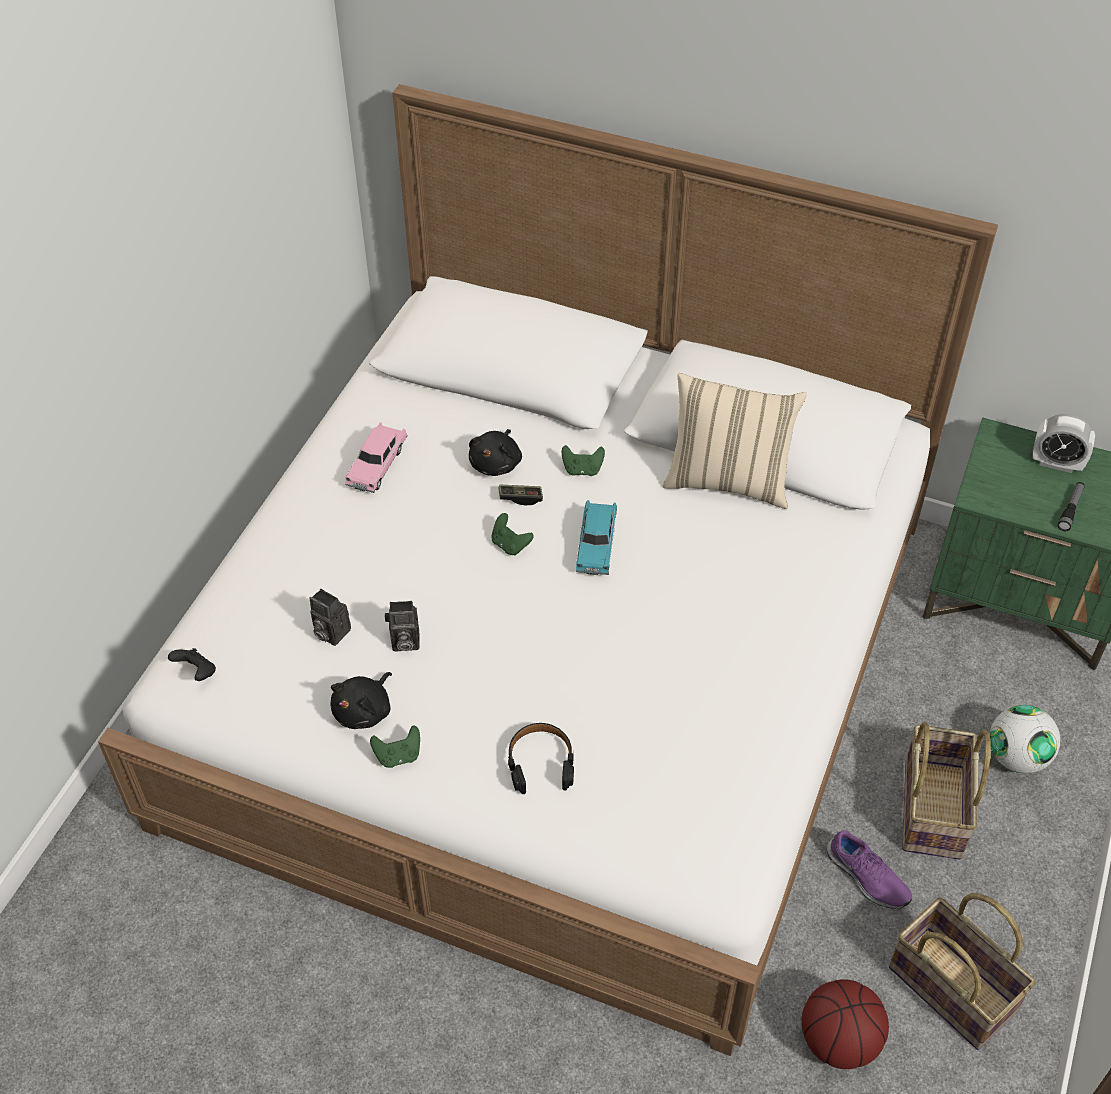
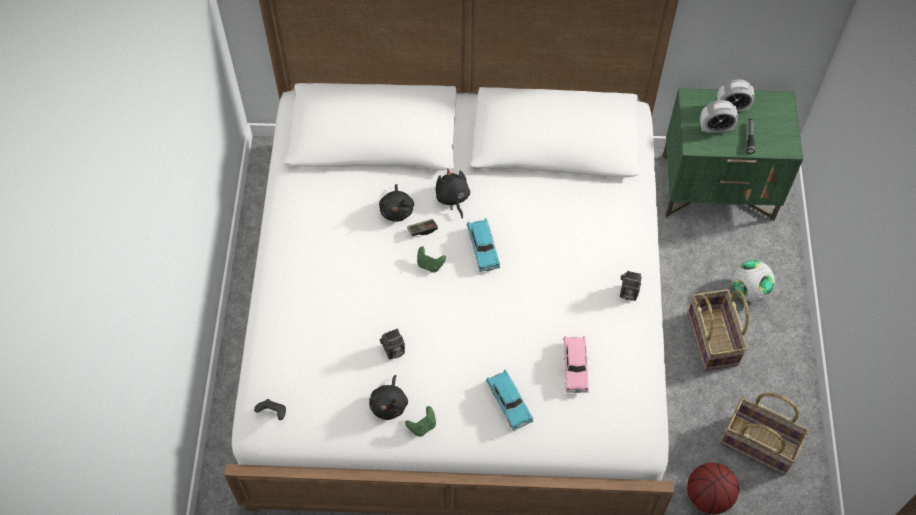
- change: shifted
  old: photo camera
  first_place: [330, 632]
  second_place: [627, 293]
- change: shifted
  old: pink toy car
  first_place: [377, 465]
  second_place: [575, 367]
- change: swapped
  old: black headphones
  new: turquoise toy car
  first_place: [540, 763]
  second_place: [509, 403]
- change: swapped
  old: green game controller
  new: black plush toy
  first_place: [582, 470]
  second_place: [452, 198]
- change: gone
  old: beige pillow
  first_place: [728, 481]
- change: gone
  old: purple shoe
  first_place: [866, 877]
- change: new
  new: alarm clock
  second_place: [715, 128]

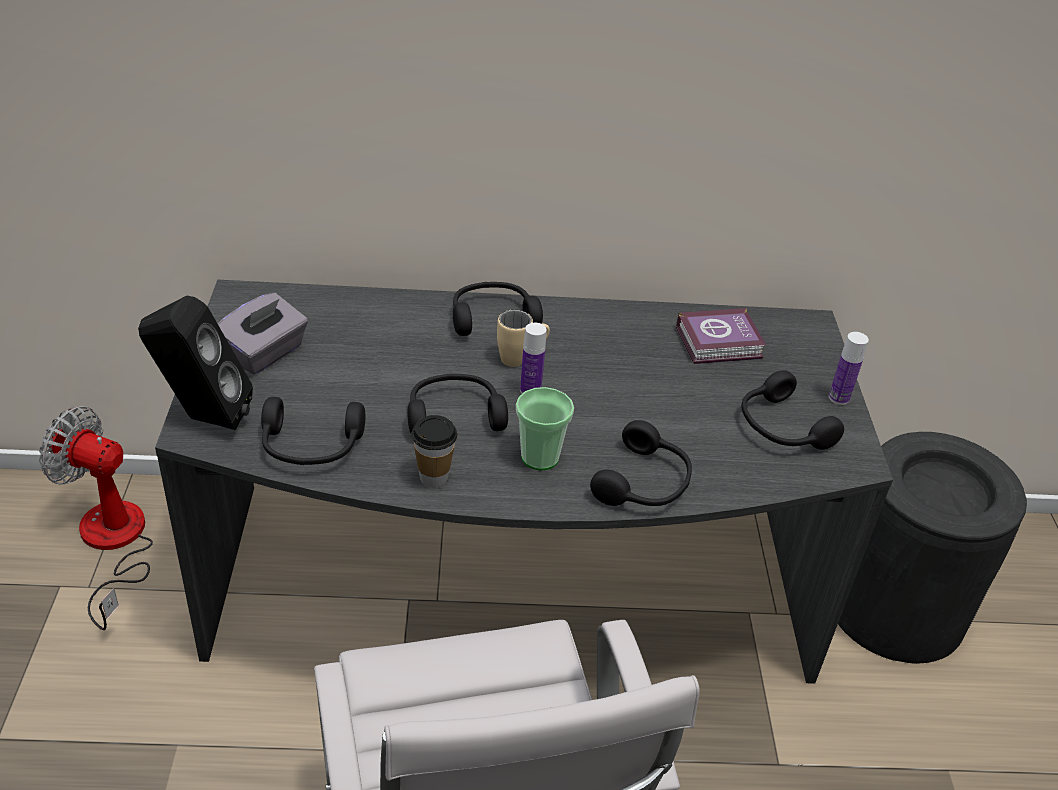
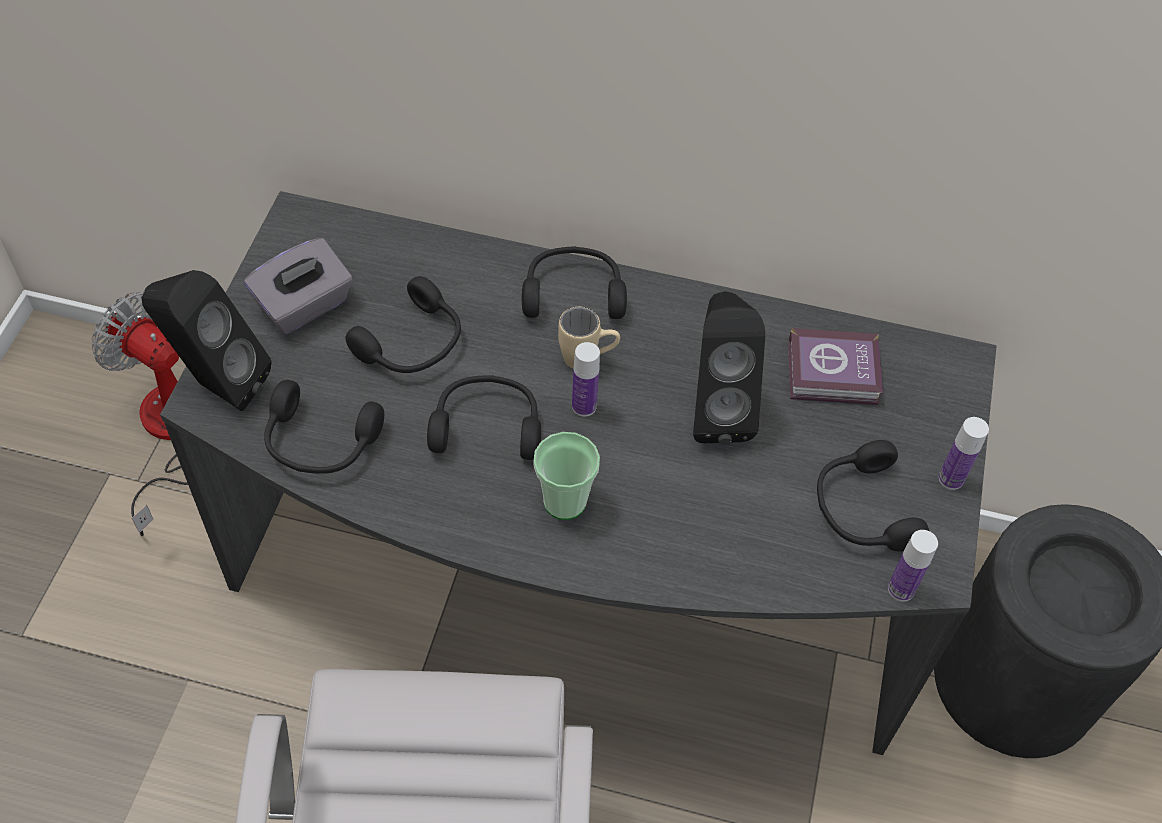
- change: gone
  old: cup
  first_place: [433, 477]
- change: shifted
  old: black headphones
  first_place: [645, 483]
  second_place: [413, 344]
- change: new
  new: black speaker
  second_place: [716, 410]
- change: new
  new: bottle
  second_place: [901, 589]

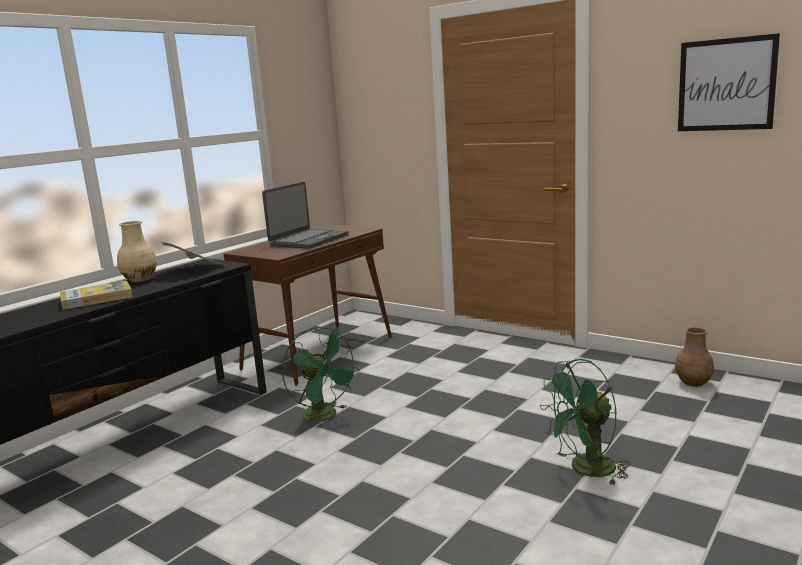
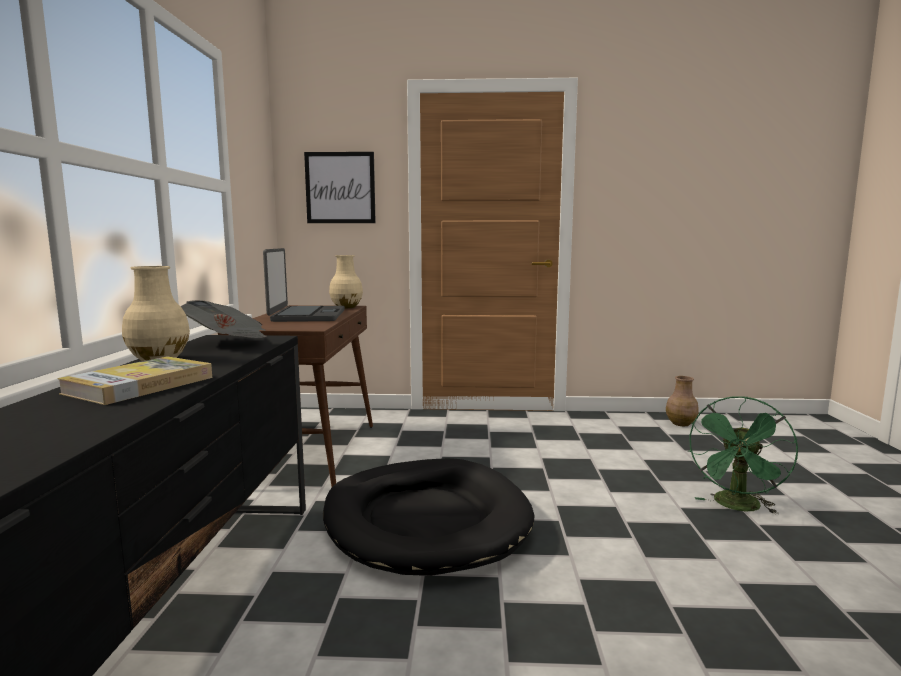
- change: swapped
  old: green fan
  new: black dog bed
  first_place: [325, 417]
  second_place: [425, 520]
- change: shifted
  old: picture
  first_place: [726, 84]
  second_place: [340, 188]
- change: new
  new: beige vase
  second_place: [346, 307]

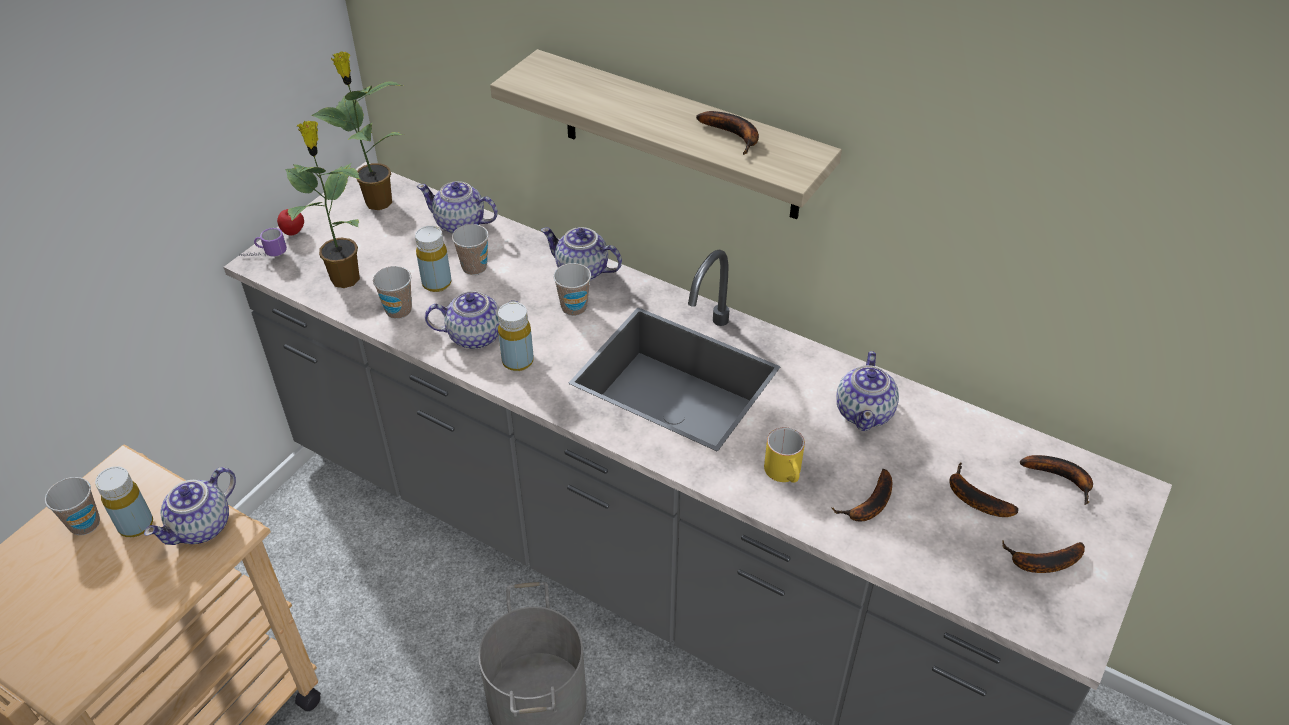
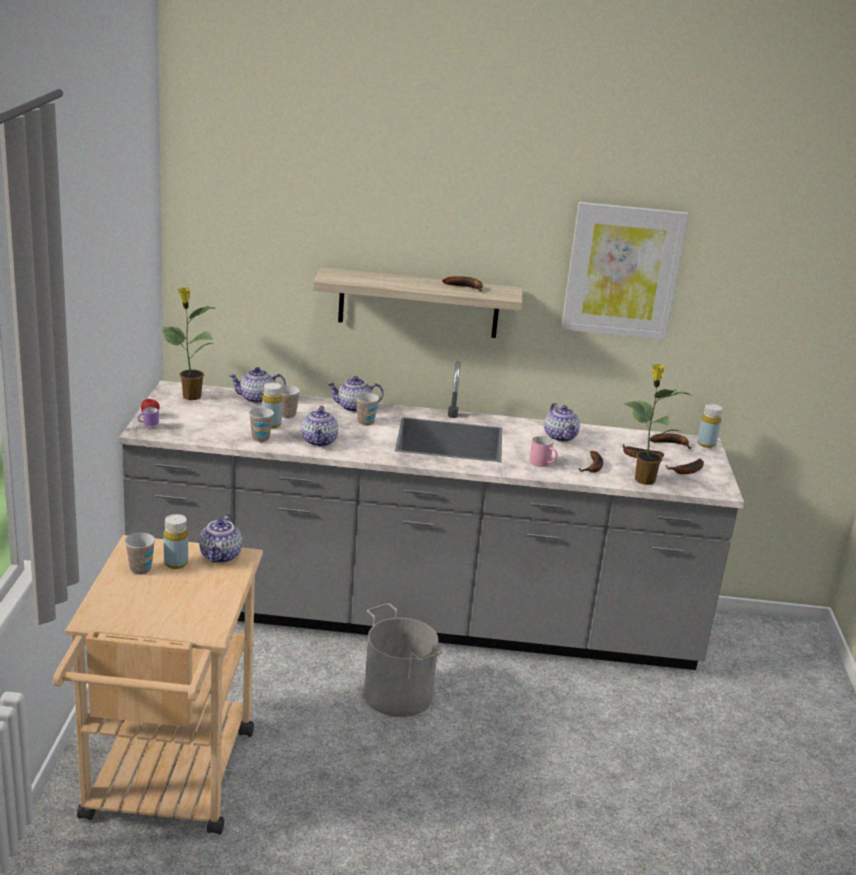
- change: shifted
  old: potted plant
  first_place: [344, 277]
  second_place: [643, 479]
- change: rotated
  old: teapot
  first_place: [475, 335]
  second_place: [319, 441]
  degrees: 120
- change: shifted
  old: yellow bottle
  first_place: [518, 361]
  second_place: [706, 444]
- change: repainted
  old: yellow mug
  new: pink mug
  first_place: [786, 473]
  second_place: [543, 463]
- change: new
  new: picture
  second_place: [622, 271]

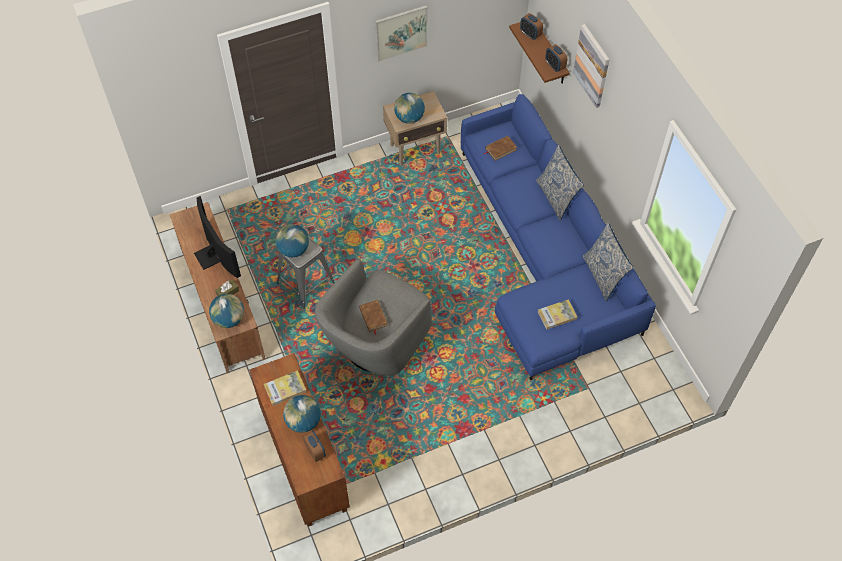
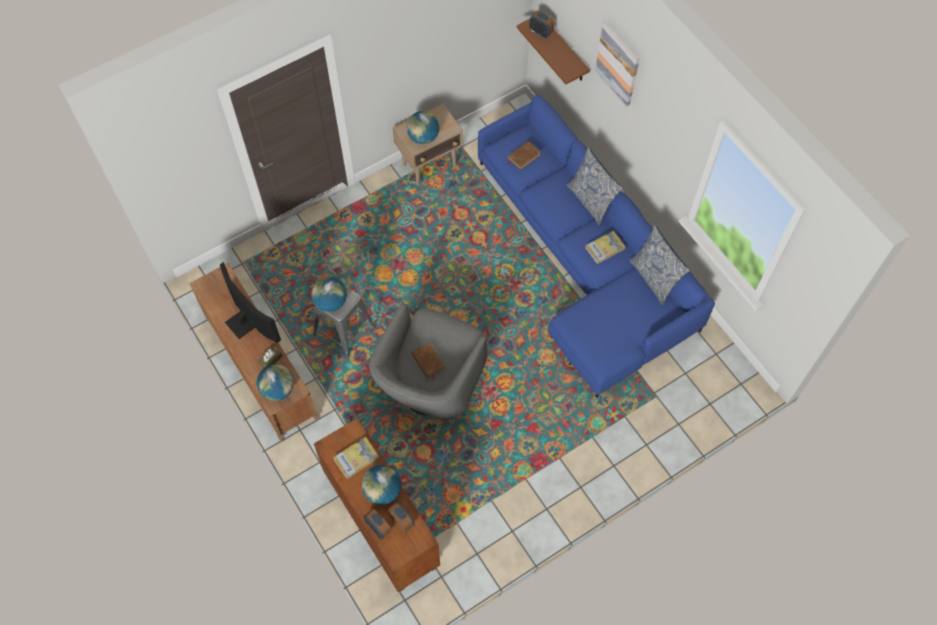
- change: gone
  old: picture
  first_place: [401, 32]
- change: shifted
  old: book
  first_place: [557, 315]
  second_place: [605, 248]
- change: shifted
  old: alarm clock
  first_place: [555, 66]
  second_place: [378, 528]

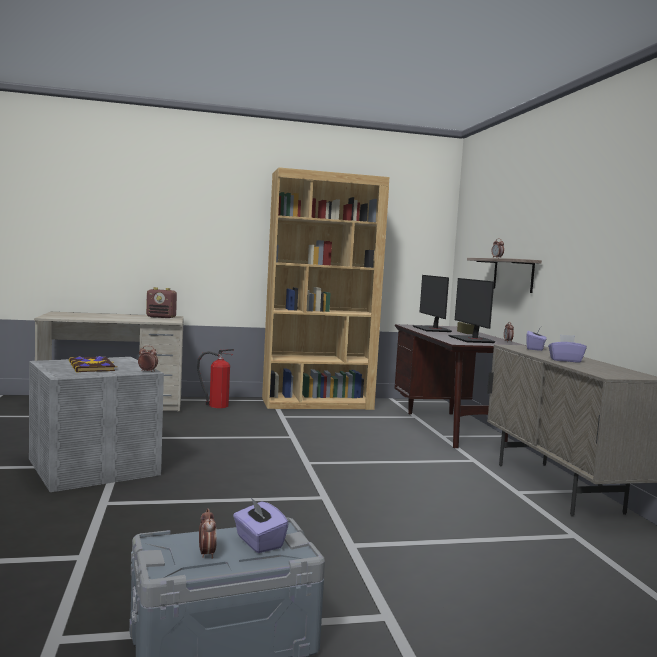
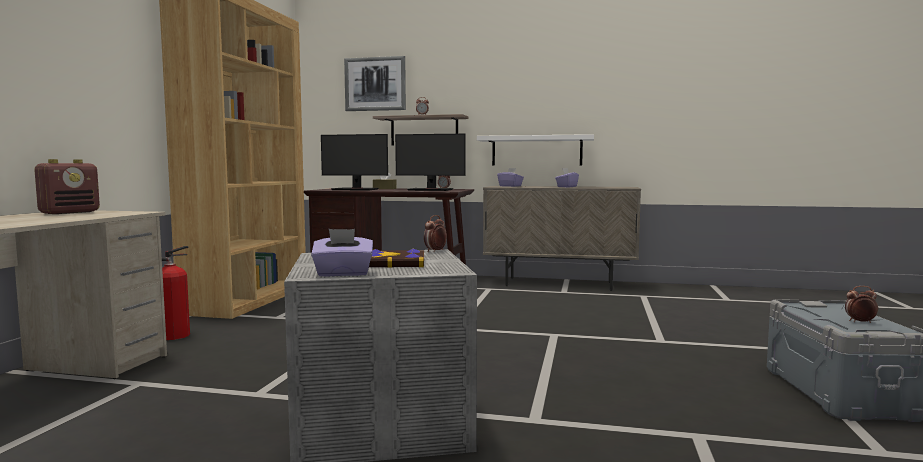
- change: shifted
  old: purple tissue box
  first_place: [258, 542]
  second_place: [343, 273]
- change: new
  new: picture
  second_place: [375, 84]
- change: new
  new: white shelf
  second_place: [536, 151]

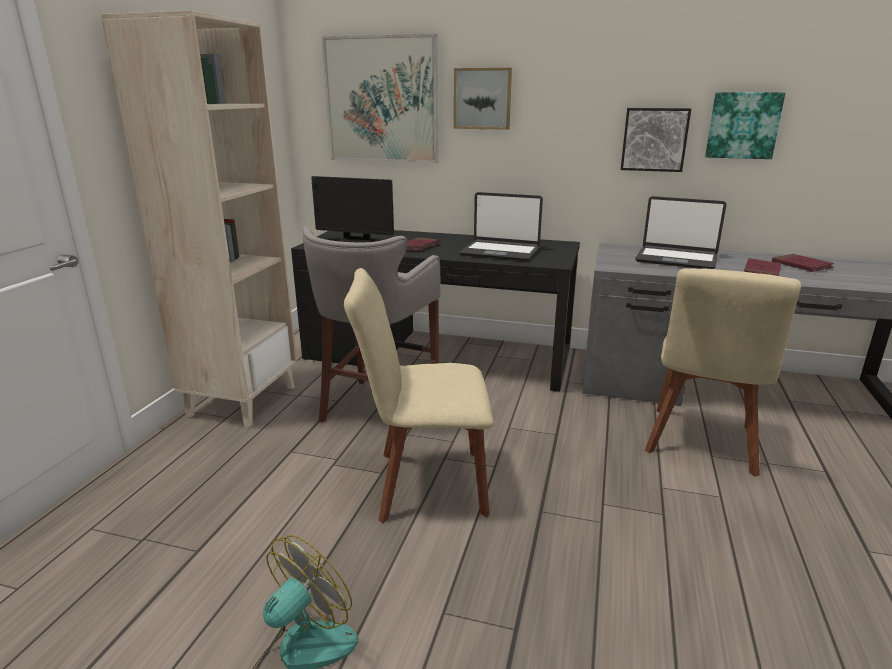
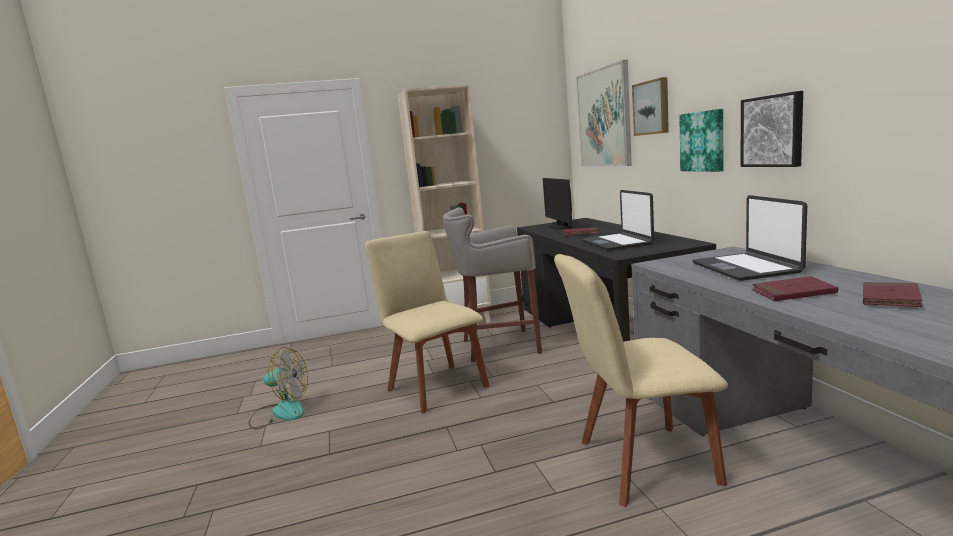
- change: shifted
  old: picture
  first_place: [743, 125]
  second_place: [703, 141]

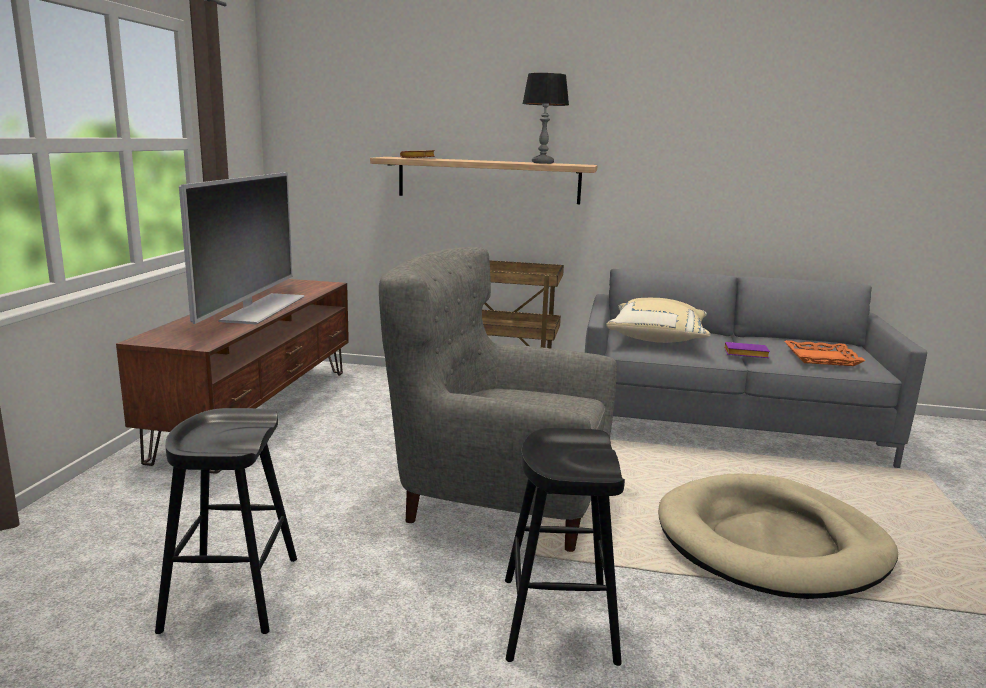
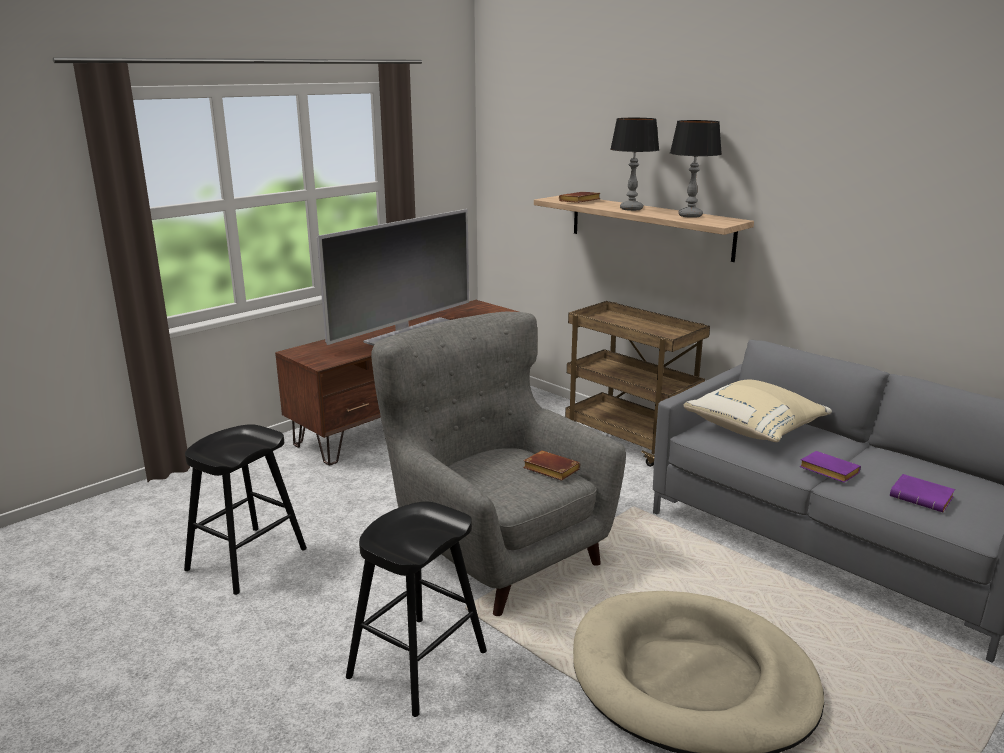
- change: swapped
  old: orange tray
  new: purple book
  first_place: [821, 358]
  second_place: [923, 498]
- change: new
  new: brown book
  second_place: [549, 470]
- change: new
  new: table lamp
  second_place: [631, 209]

